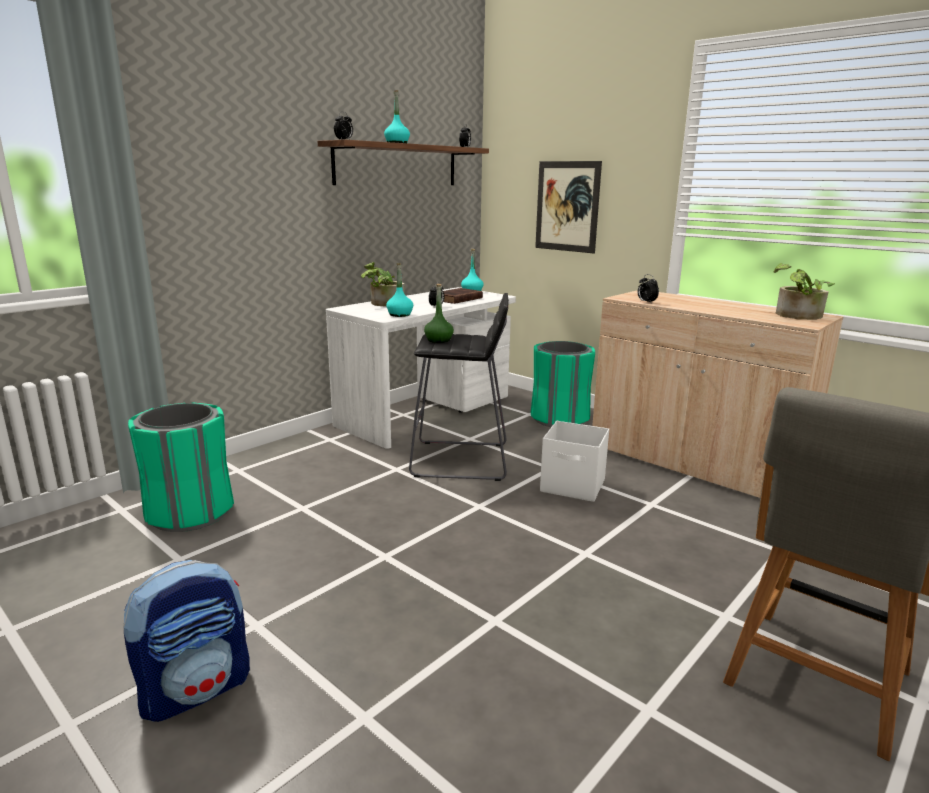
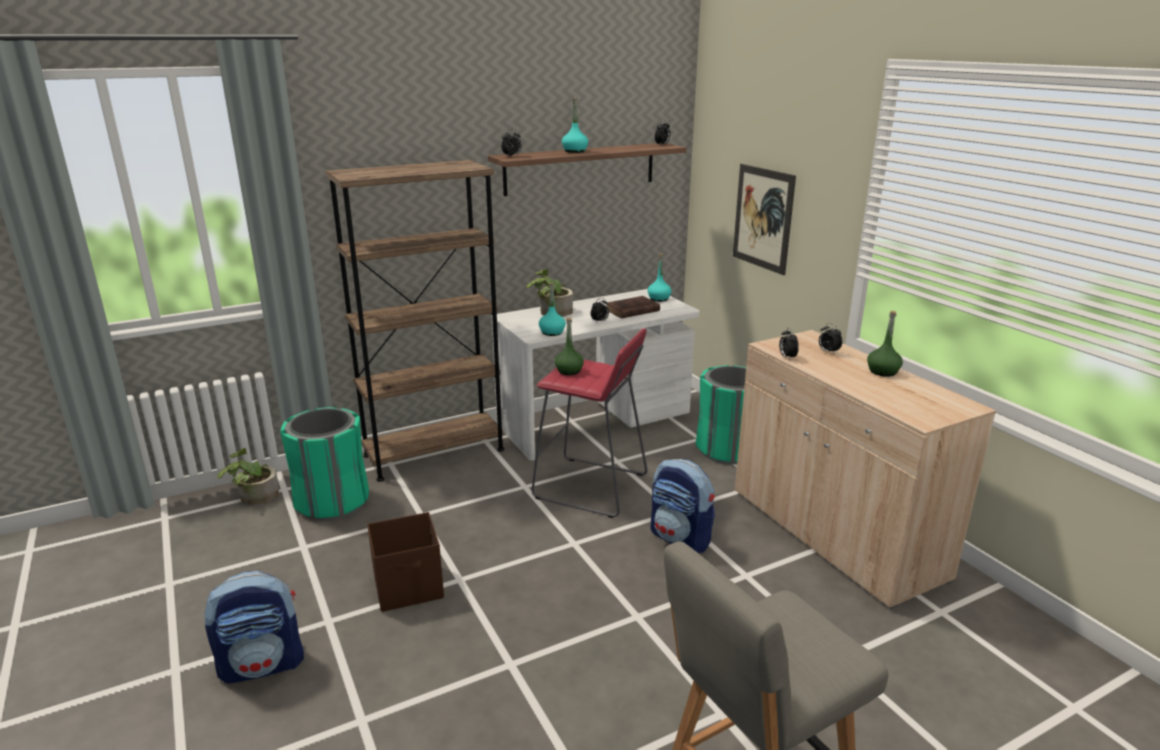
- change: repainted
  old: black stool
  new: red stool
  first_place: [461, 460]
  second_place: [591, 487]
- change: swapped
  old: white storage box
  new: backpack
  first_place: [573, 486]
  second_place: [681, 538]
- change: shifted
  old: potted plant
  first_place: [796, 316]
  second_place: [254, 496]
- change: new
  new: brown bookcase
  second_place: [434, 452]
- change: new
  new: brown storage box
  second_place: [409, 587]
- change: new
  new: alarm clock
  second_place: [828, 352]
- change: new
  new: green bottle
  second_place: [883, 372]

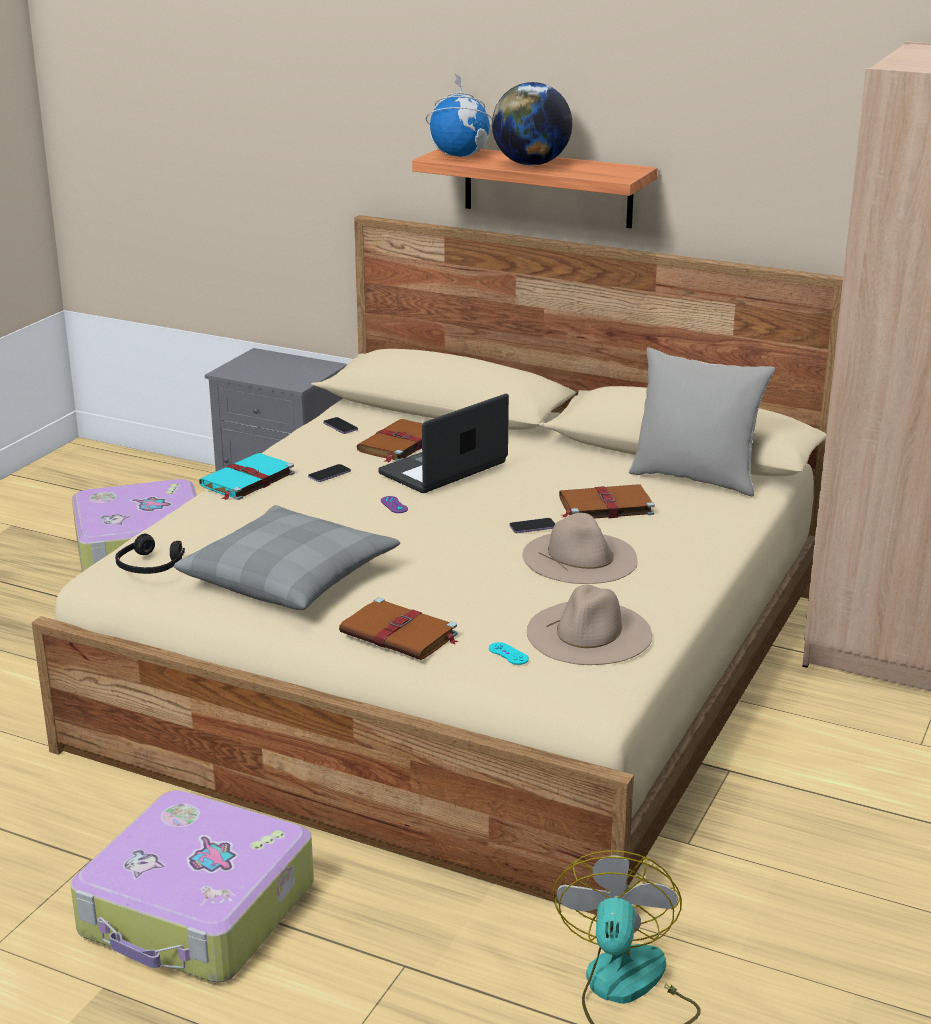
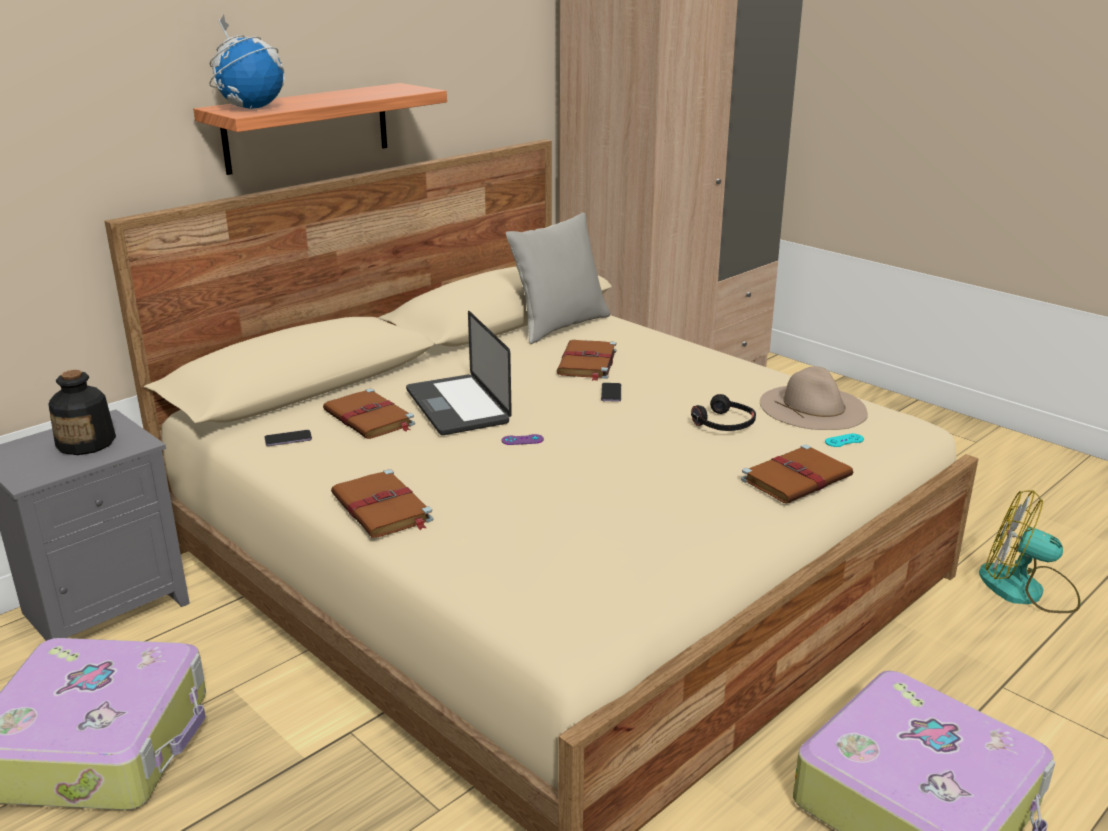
- change: shifted
  old: black headphones
  first_place: [150, 566]
  second_place: [724, 424]
- change: gone
  old: grey pillow
  first_place: [289, 577]
- change: repainted
  old: turquoise book
  new: brown book
  first_place: [246, 480]
  second_place: [382, 509]
- change: gone
  old: phone
  first_place: [329, 474]
- change: gone
  old: globe
  first_place: [531, 164]
- change: gone
  old: beige hat
  first_place: [580, 557]
- change: new
  new: bottle
  second_place: [87, 443]

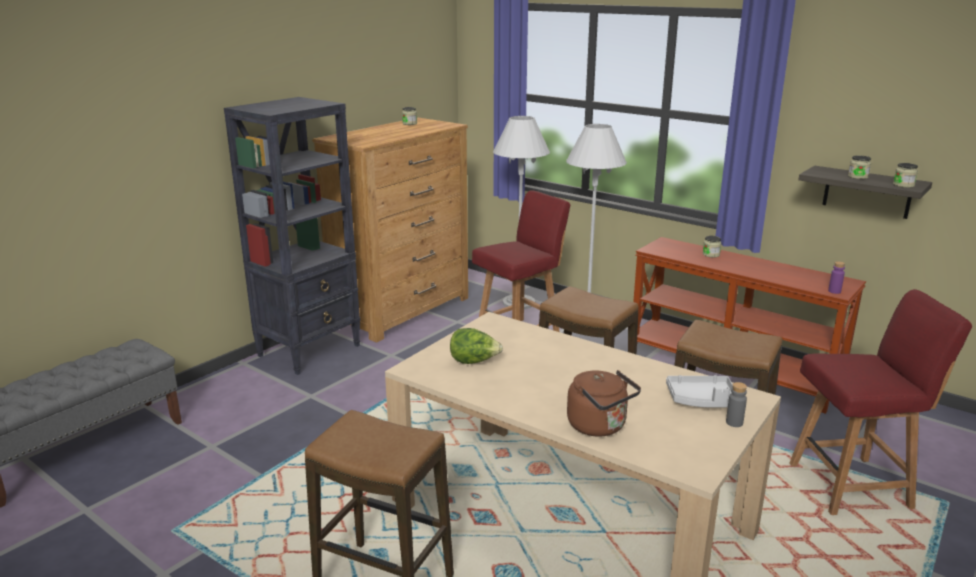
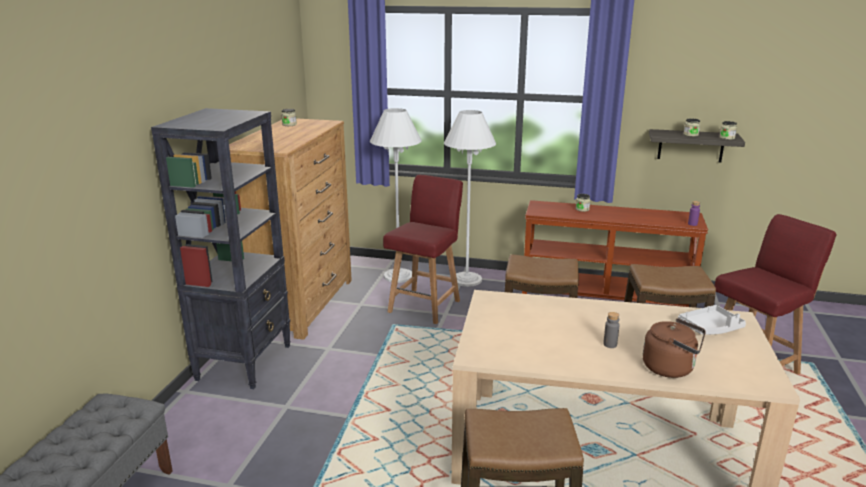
- change: gone
  old: lettuce
  first_place: [474, 362]
- change: shifted
  old: grey bottle
  first_place: [734, 422]
  second_place: [610, 344]

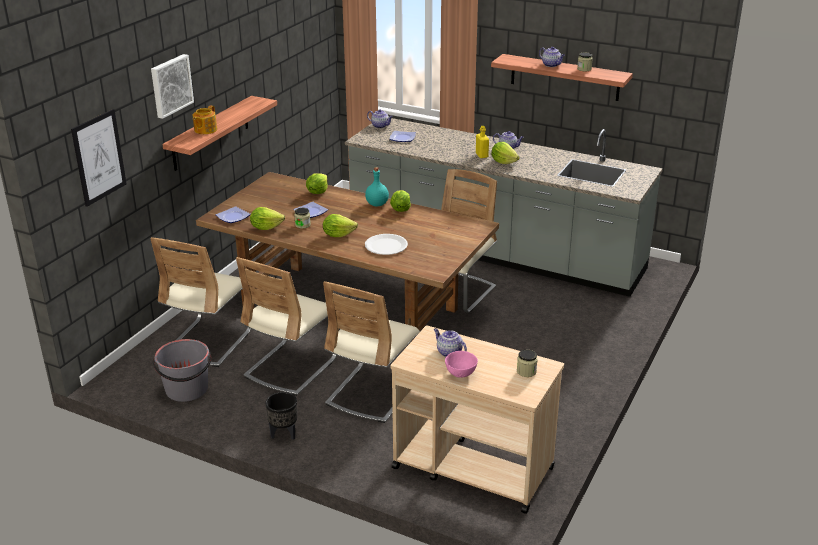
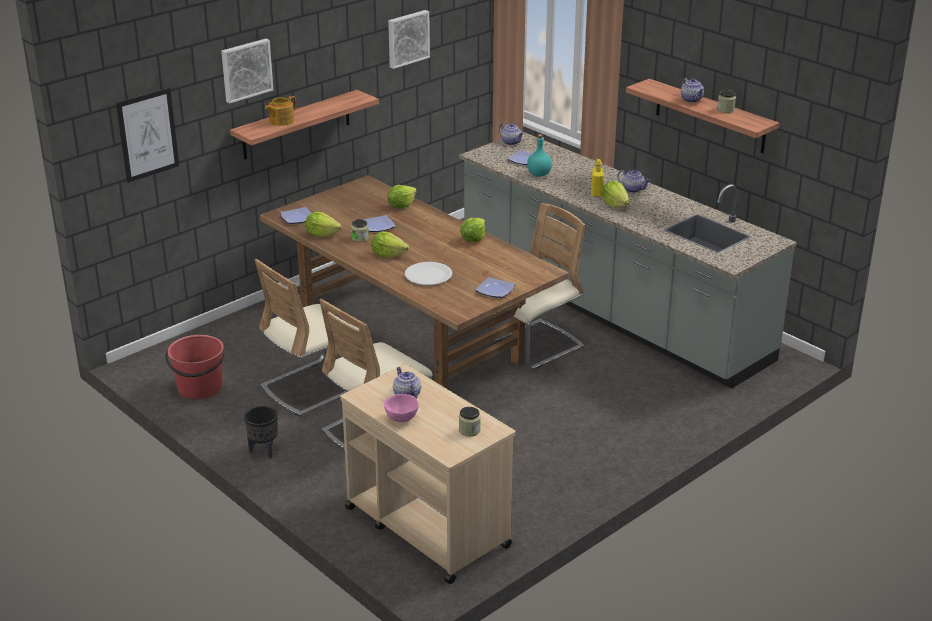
- change: gone
  old: beige chair
  first_place: [208, 342]
- change: repainted
  old: grey bucket
  new: red bucket
  first_place: [187, 390]
  second_place: [200, 388]
- change: shifted
  old: turquoise bottle
  first_place: [376, 204]
  second_place: [538, 174]
- change: new
  new: picture
  second_place: [407, 38]
- change: new
  new: plate
  second_place: [495, 290]

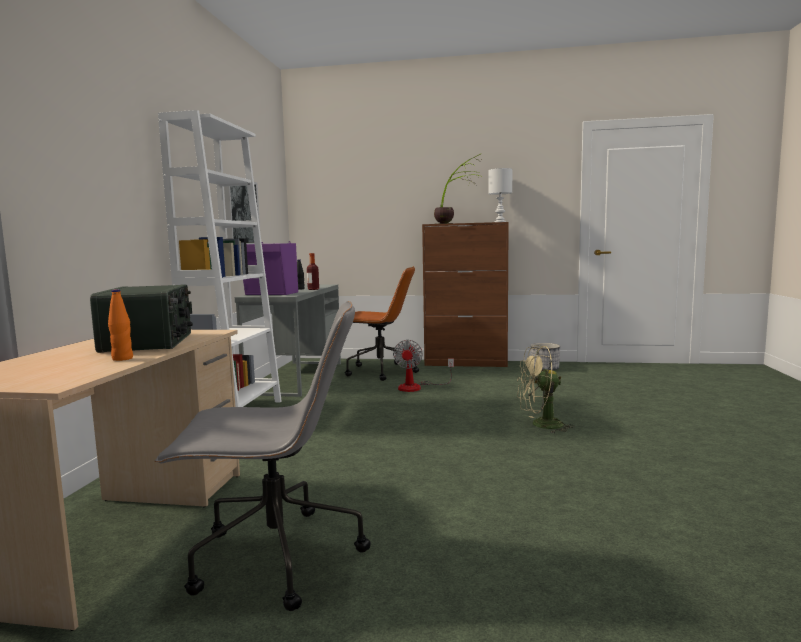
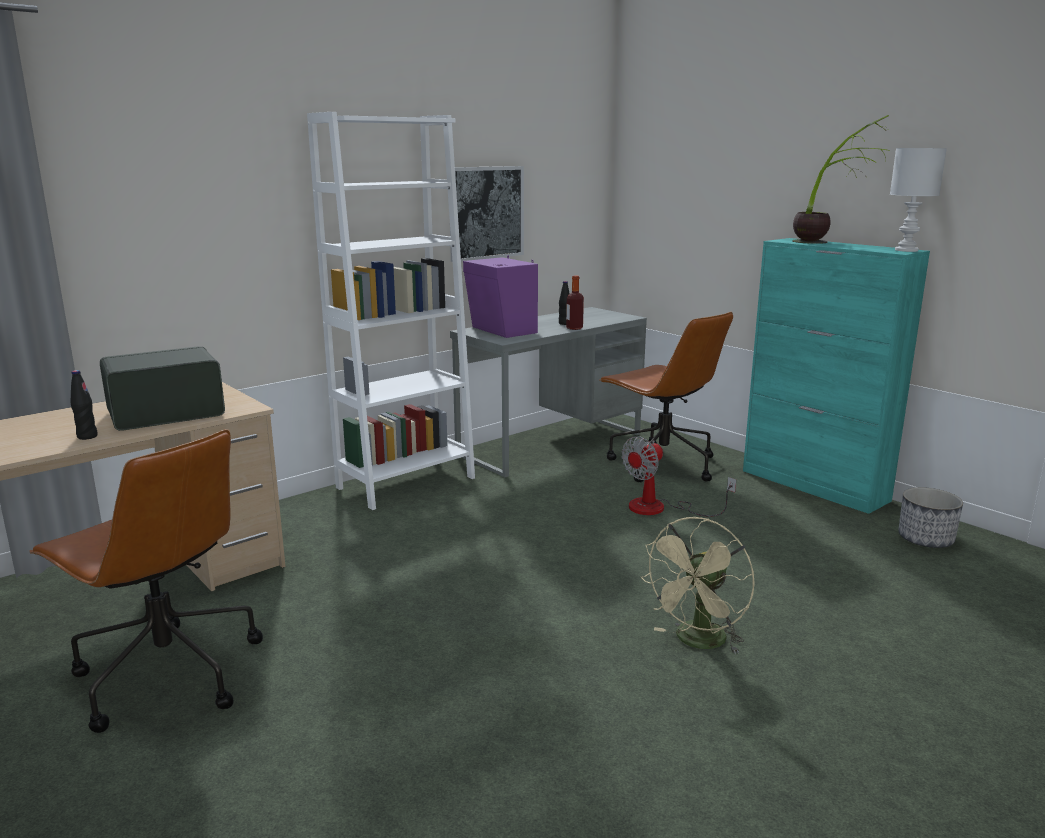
- change: rotated
  old: radio
  first_place: [150, 342]
  second_place: [166, 413]
  degrees: -150
- change: repainted
  old: orange bottle
  new: black bottle
  first_place: [122, 359]
  second_place: [87, 436]
- change: repainted
  old: grey office chair
  new: brown office chair
  first_place: [274, 558]
  second_place: [166, 674]
- change: repainted
  old: brown cabinet
  new: turquoise cabinet
  first_place: [466, 363]
  second_place: [814, 486]
- change: rotated
  old: beige fan
  first_place: [540, 425]
  second_place: [697, 642]
  degrees: -90

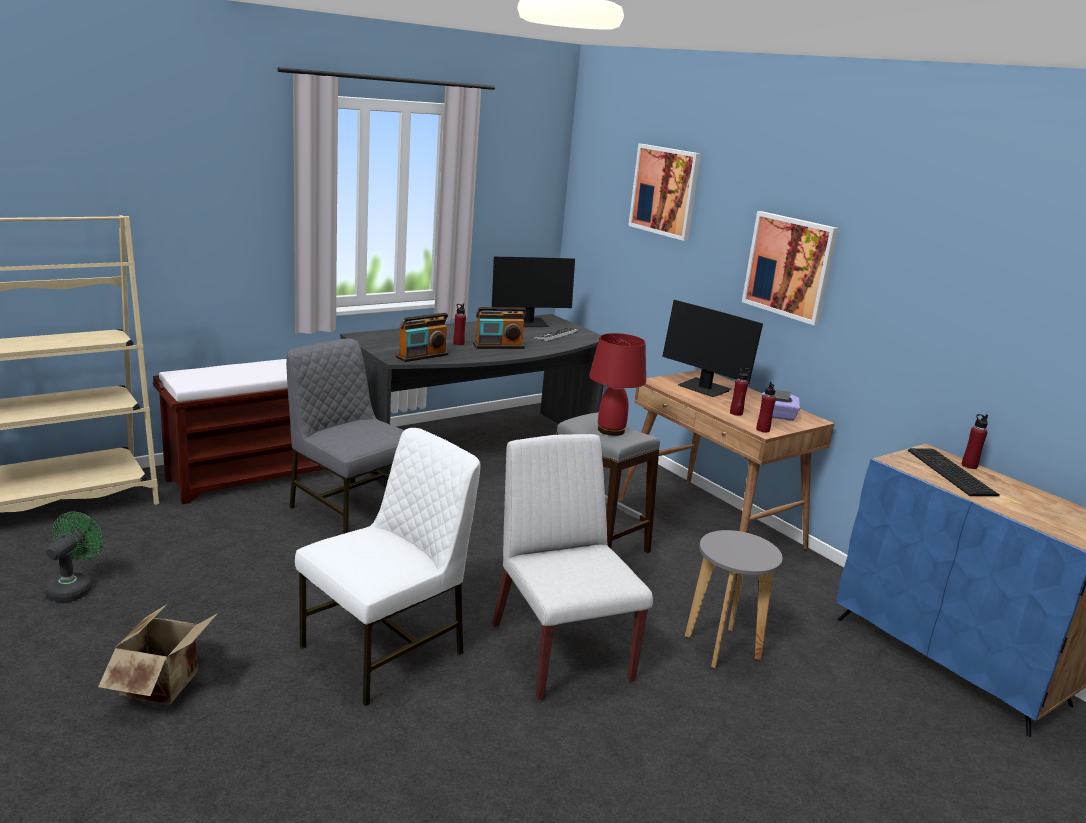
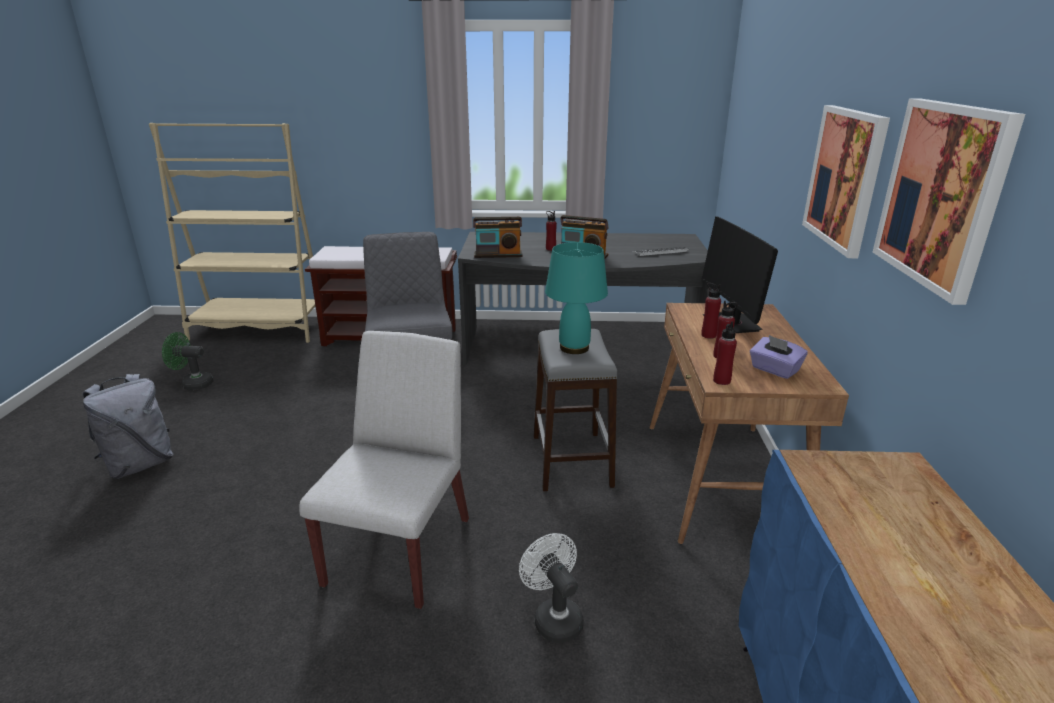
- change: rotated
  old: green fan
  first_place: [74, 587]
  second_place: [193, 384]
  degrees: -135
- change: swapped
  old: cardboard box
  new: grey backpack
  first_place: [166, 685]
  second_place: [140, 464]
- change: gone
  old: white chair
  first_place: [386, 650]
- change: gone
  old: monitor
  first_place: [528, 323]
- change: repainted
  old: red table lamp
  new: turquoise table lamp
  first_place: [610, 430]
  second_place: [574, 347]
- change: shifted
  old: picture
  first_place: [665, 191]
  second_place: [942, 195]
- change: swapped
  old: grey stool
  new: white fan
  first_place: [722, 648]
  second_place: [554, 617]
- change: gone
  old: keyboard
  first_place: [950, 472]
- change: shifted
  old: red bottle
  first_place: [969, 465]
  second_place: [708, 335]

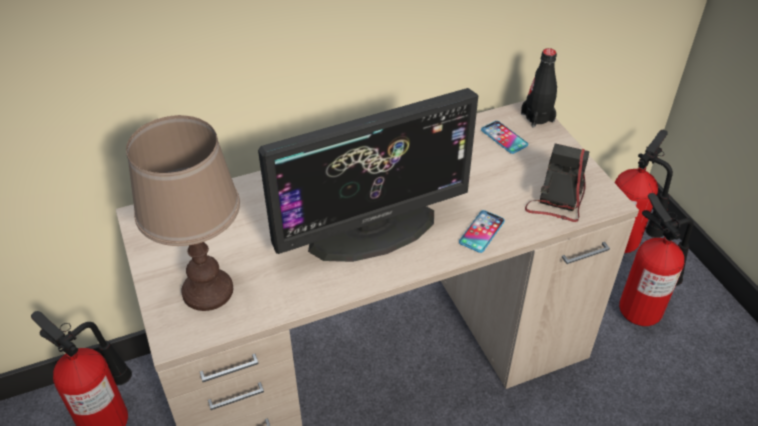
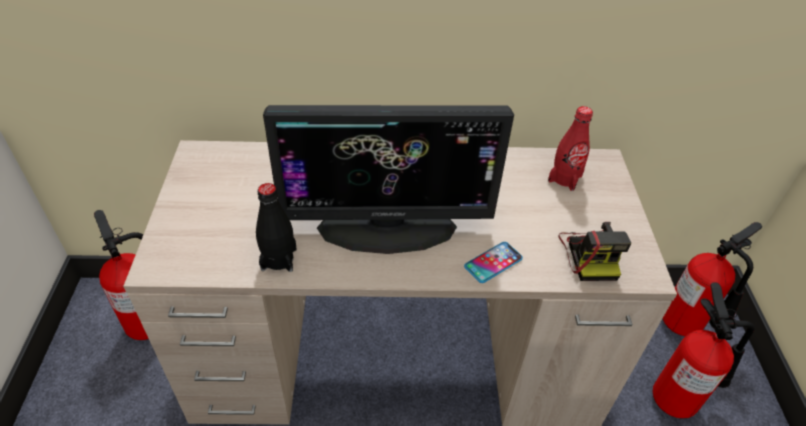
- change: gone
  old: brown table lamp
  first_place: [207, 291]
- change: swapped
  old: phone
  new: red bottle
  first_place: [504, 138]
  second_place: [565, 178]
- change: shifted
  old: black bottle
  first_place: [537, 117]
  second_place: [278, 259]
- change: rotated
  old: photo camera
  first_place: [557, 198]
  second_place: [590, 254]
  degrees: 135

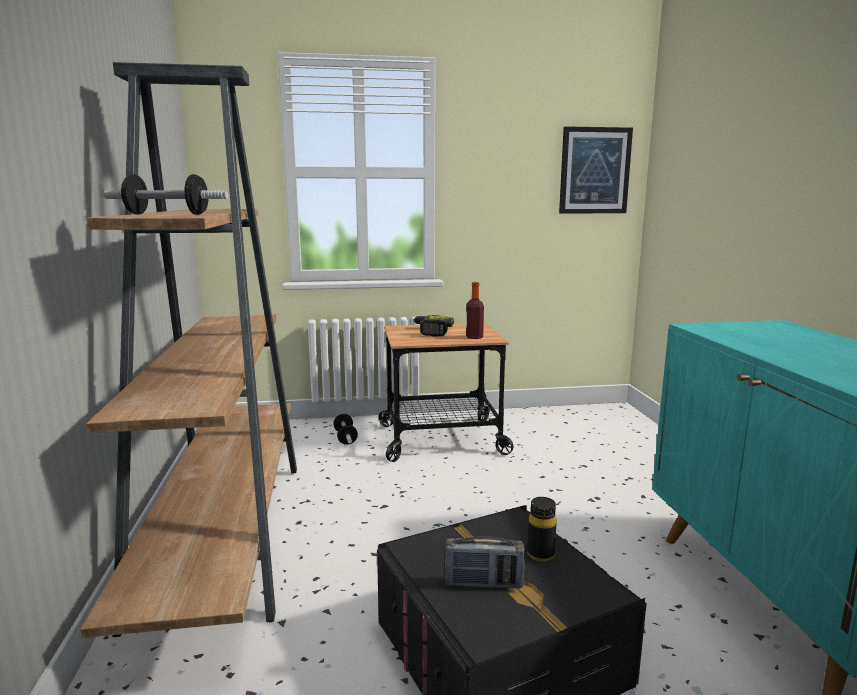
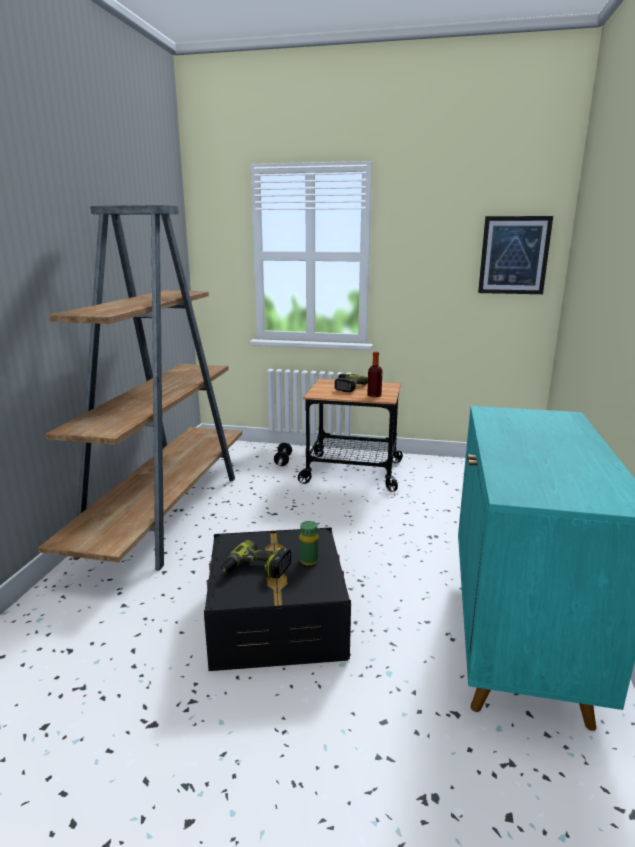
- change: gone
  old: dumbbell
  first_place: [167, 214]
- change: swapped
  old: radio
  new: power drill
  first_place: [483, 583]
  second_place: [256, 569]
- change: repainted
  old: black bottle
  new: green bottle
  first_place: [540, 554]
  second_place: [309, 560]

